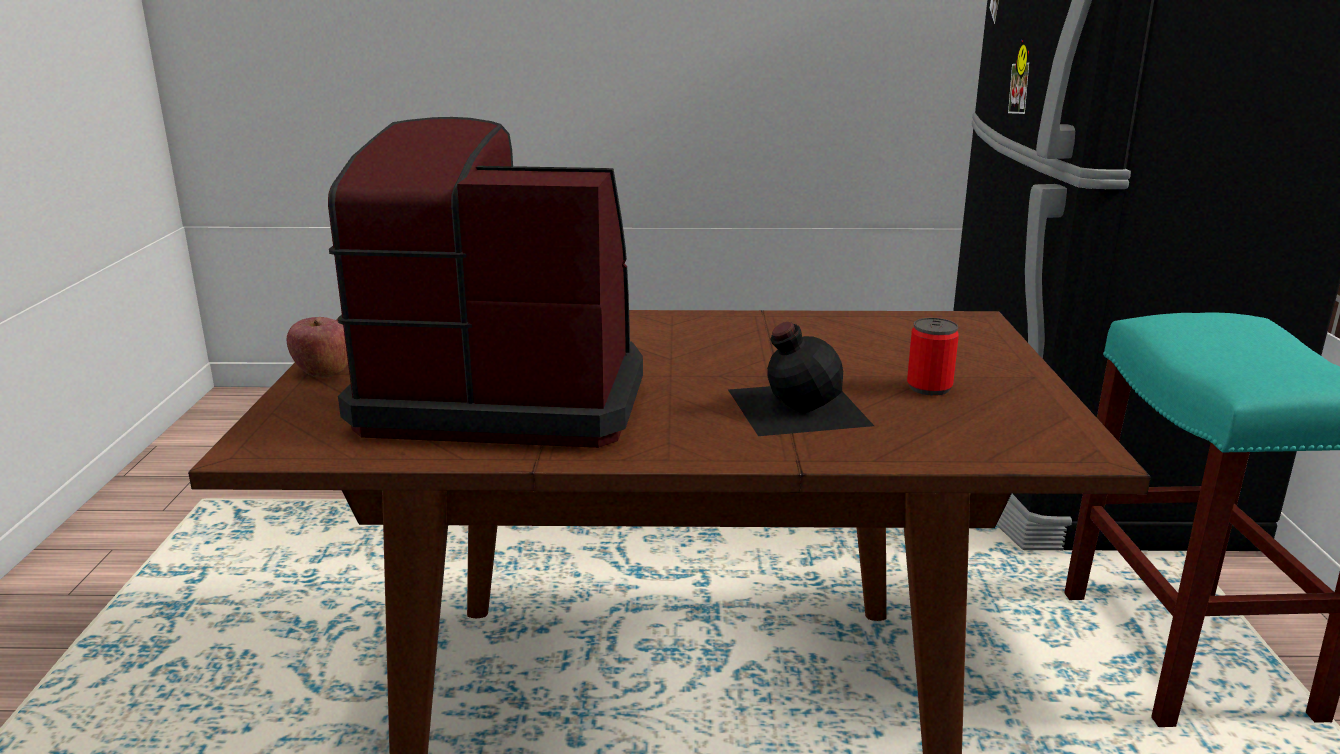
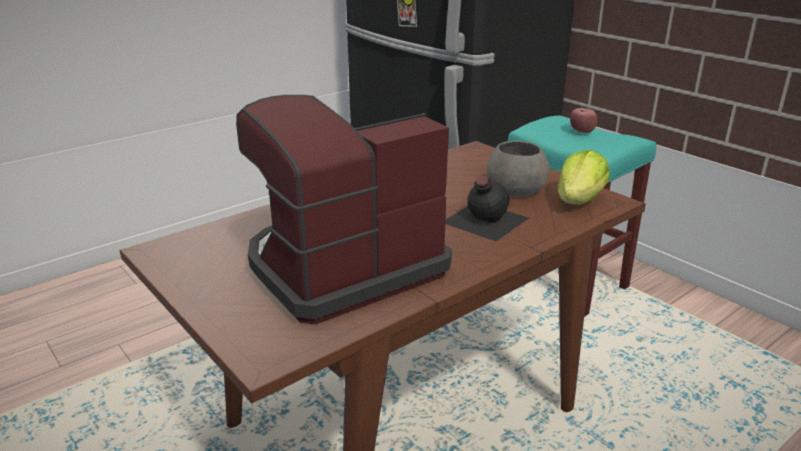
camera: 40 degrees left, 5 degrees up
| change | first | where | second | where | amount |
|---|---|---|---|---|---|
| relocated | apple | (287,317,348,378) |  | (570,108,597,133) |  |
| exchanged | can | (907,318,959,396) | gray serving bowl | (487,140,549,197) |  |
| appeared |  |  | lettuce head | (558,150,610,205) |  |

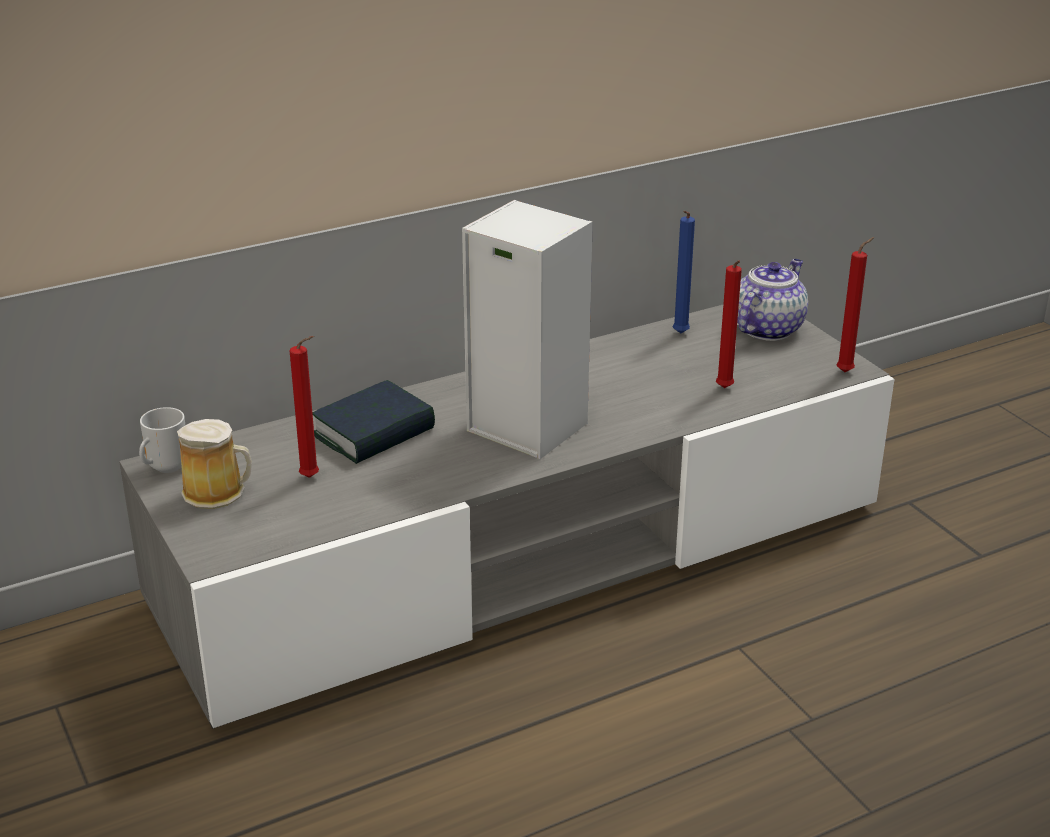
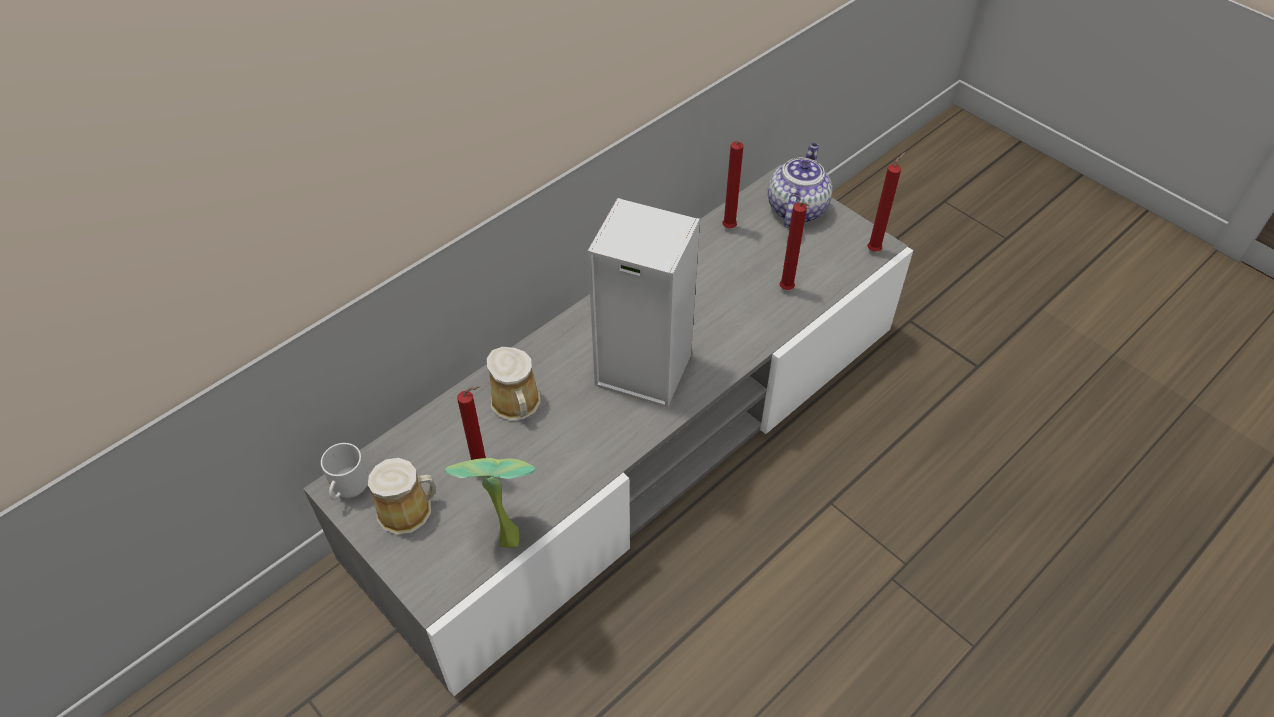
camera: 15 degrees left, 20 degrees up
| change | first | where | second | where | amount |
|---|---|---|---|---|---|
| colour | blue-coloured wax candle | (673,211,695,333) | red-coloured wax candle | (722,141,743,228) |  |
| exchanged | volume | (312,380,435,464) | mug | (487,347,541,420) |  |
| appeared |  |  | houseplant | (445,458,535,548) |  |

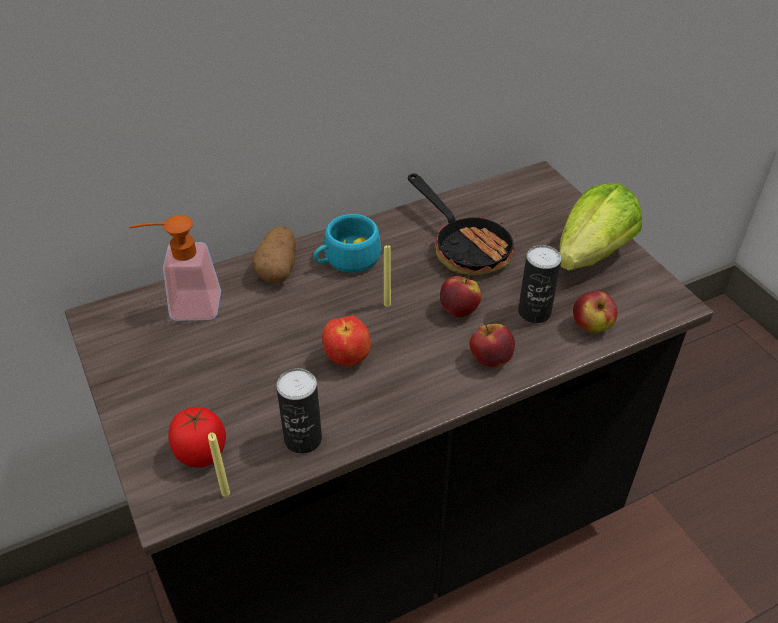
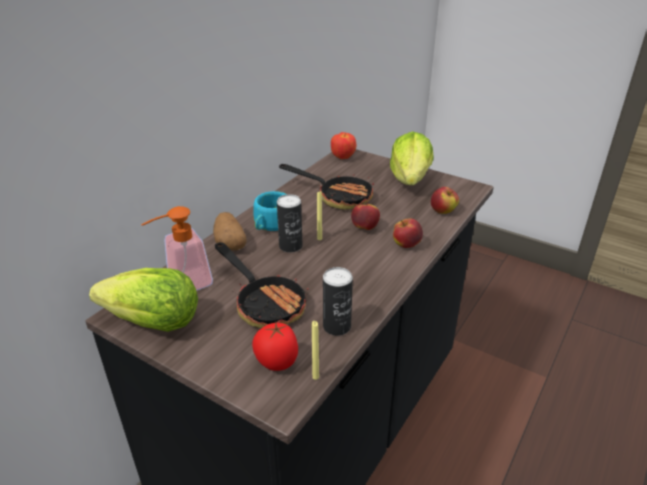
camera: 30 degrees left, 10 degrees down
| change | first | where | second | where | amount |
|---|---|---|---|---|---|
| relocated | can | (518,245,561,323) |  | (277,194,303,253) |  |
| relocated | apple | (322,315,371,366) |  | (331,132,357,159) |  |
| appeared |  |  | frying pan | (215,242,308,328) |  |
| appeared |  |  | lettuce head | (89,268,198,332) |  |

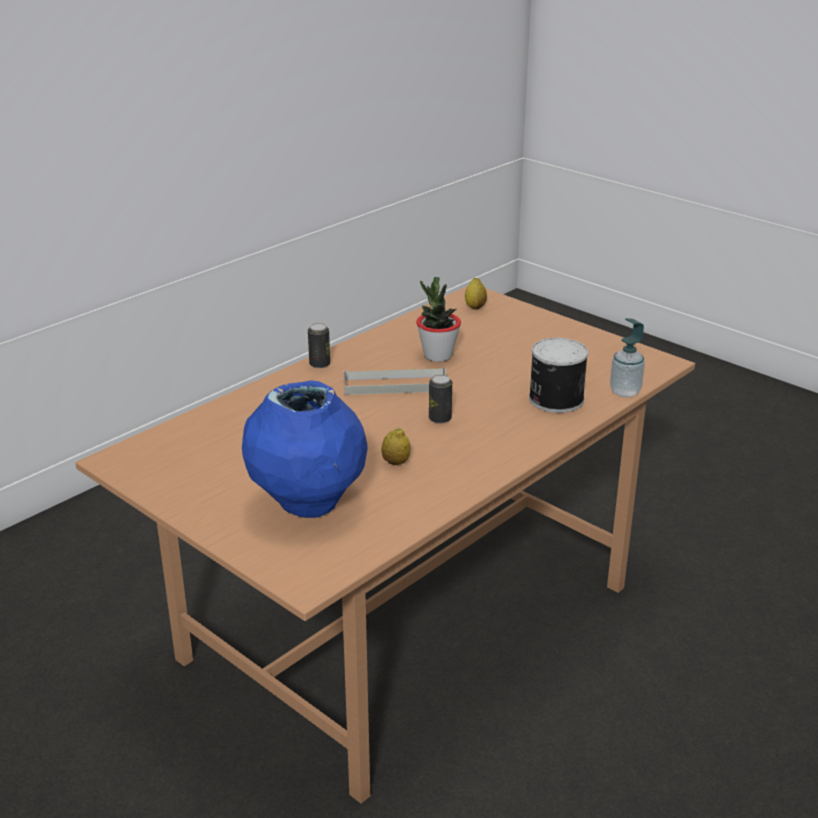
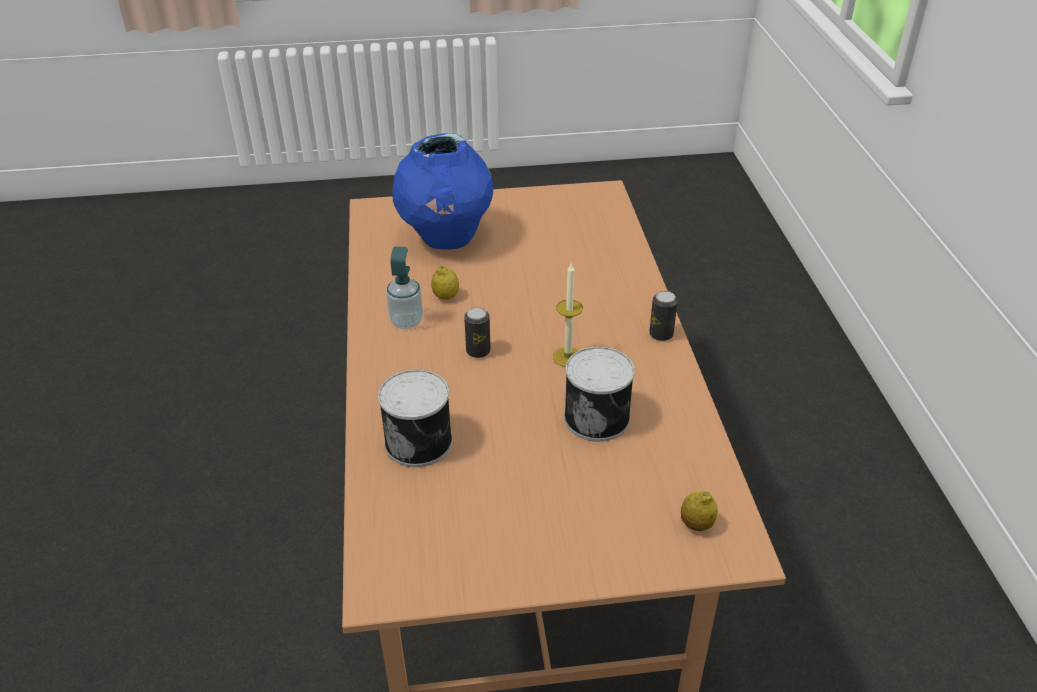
camera: 130 degrees right, 10 degrees up
| change | first | where | second | where | amount |
|---|---|---|---|---|---|
| exchanged | houseplant | (416,277,461,362) | can | (564,347,634,442) |  |
| relocated | liquid soap bottle | (610,318,645,397) |  | (386,246,423,329) |  |
| exchanged | gray tray | (343,367,446,395) | wax candle | (553,264,583,367) |  |

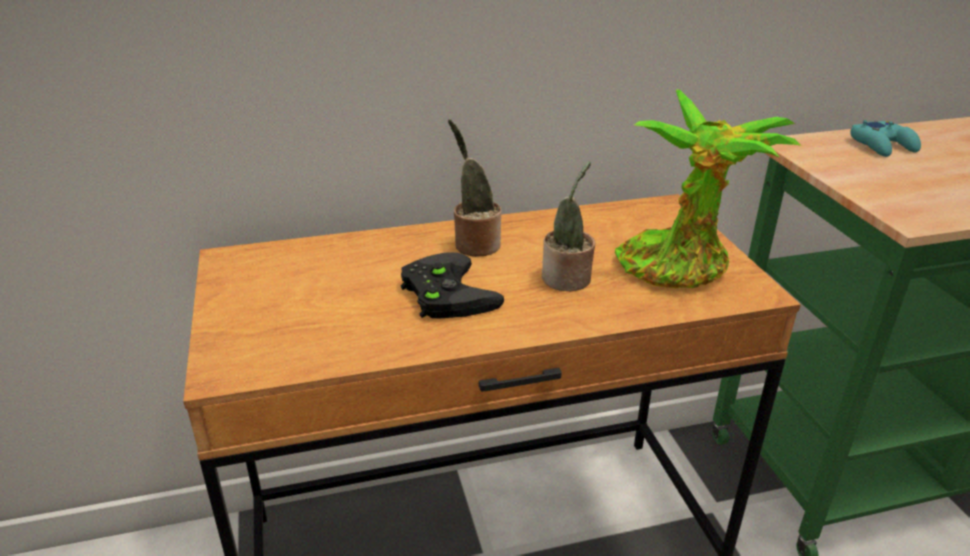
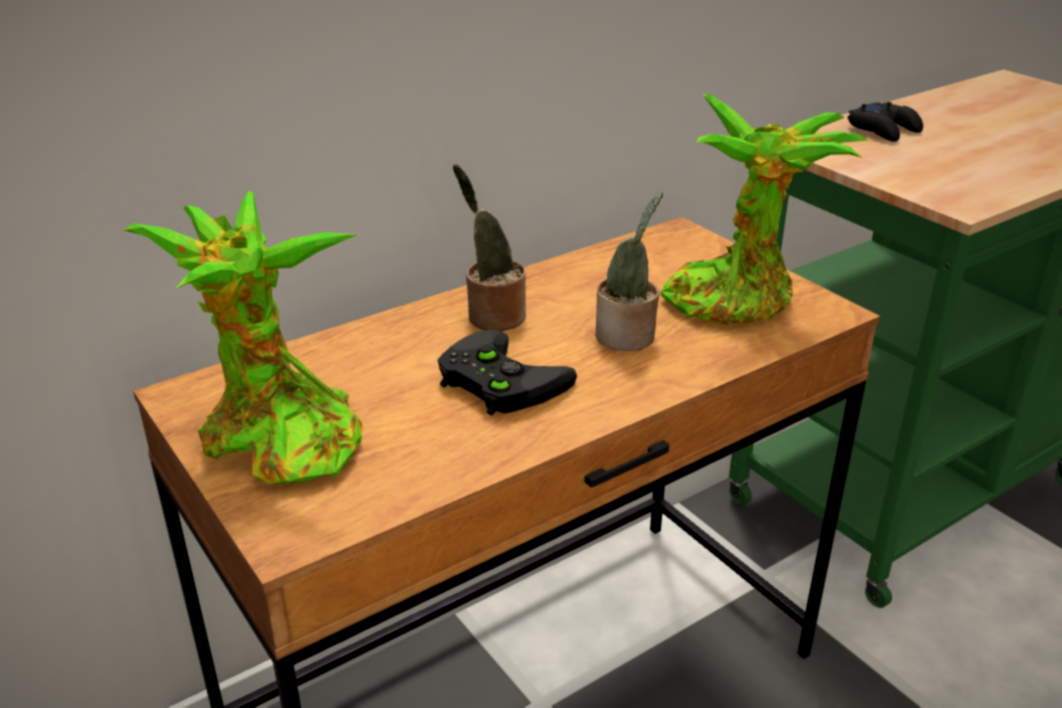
camera: 20 degrees left, 0 degrees up
| change | first | where | second | where | amount |
|---|---|---|---|---|---|
| colour | turquoise-coloured gamepad | (850,120,921,157) | blackish gamepad | (847,102,923,142) |  |
| appeared |  |  | houseplant | (123,191,363,484) |  |

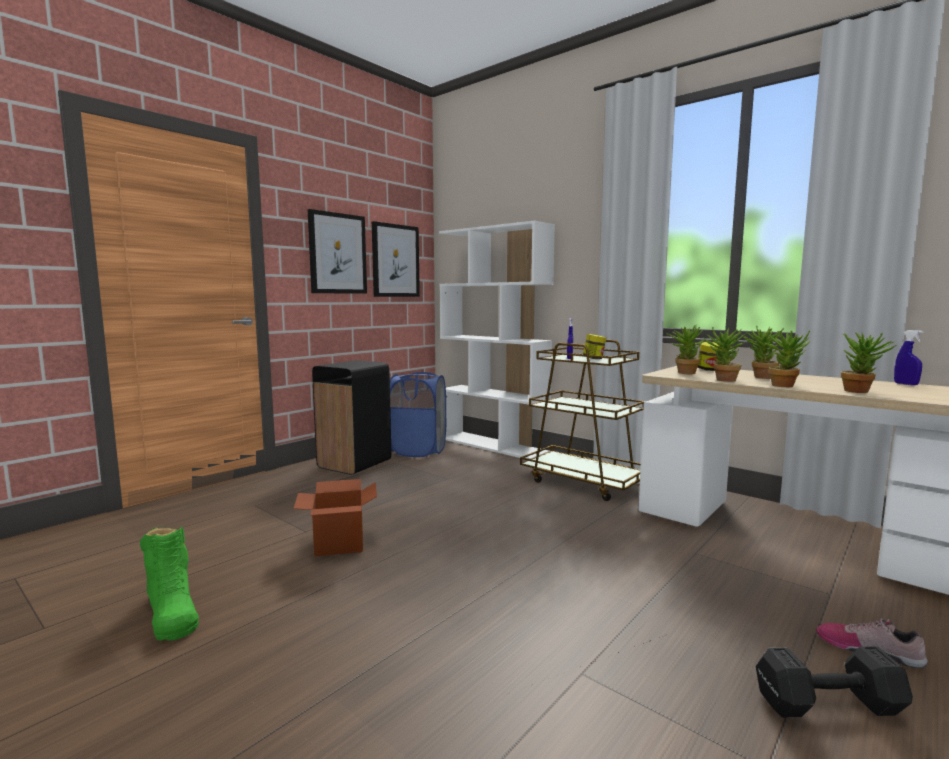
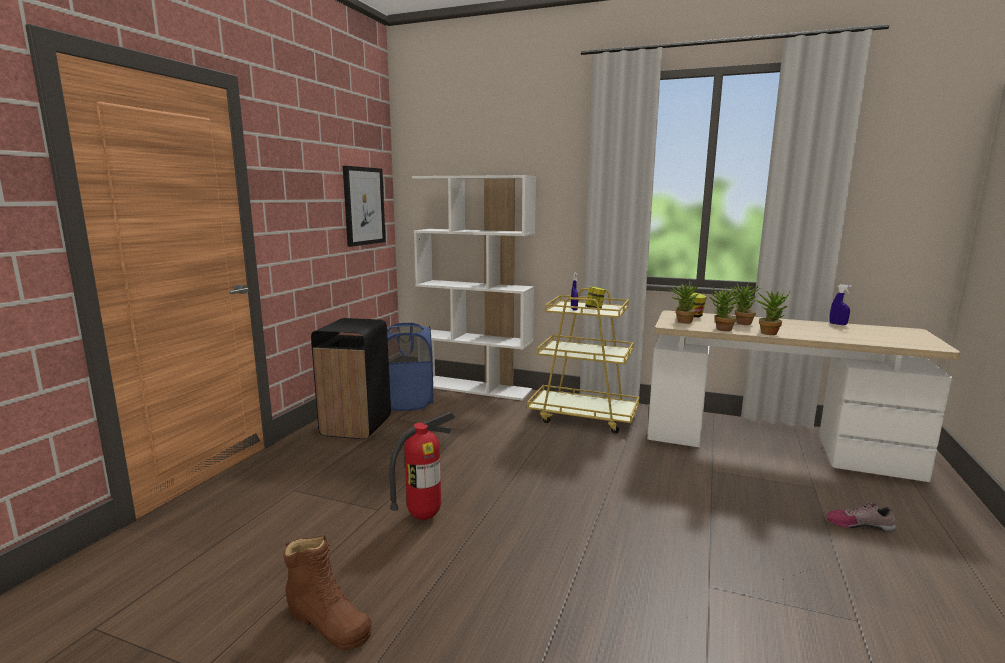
camera: 20 degrees left, 5 degrees up
| change | first | where | second | where | amount |
|---|---|---|---|---|---|
| missing | wall art | (308,209,367,294) |  |  |  |
| missing | houseplant | (841,333,897,393) |  |  |  |
| colour | brownish trolley | (520,340,644,501) | yellow trolley | (527,288,639,434) |  |
| exchanged | cardboard box | (294,479,377,556) | fire extinguisher | (389,412,455,520) |  |
| colour | greenish high-top boot | (140,527,199,641) | brownish high-top boot | (283,536,372,650) |  |
| missing | blackish hand weight | (756,646,913,718) |  |  |  |

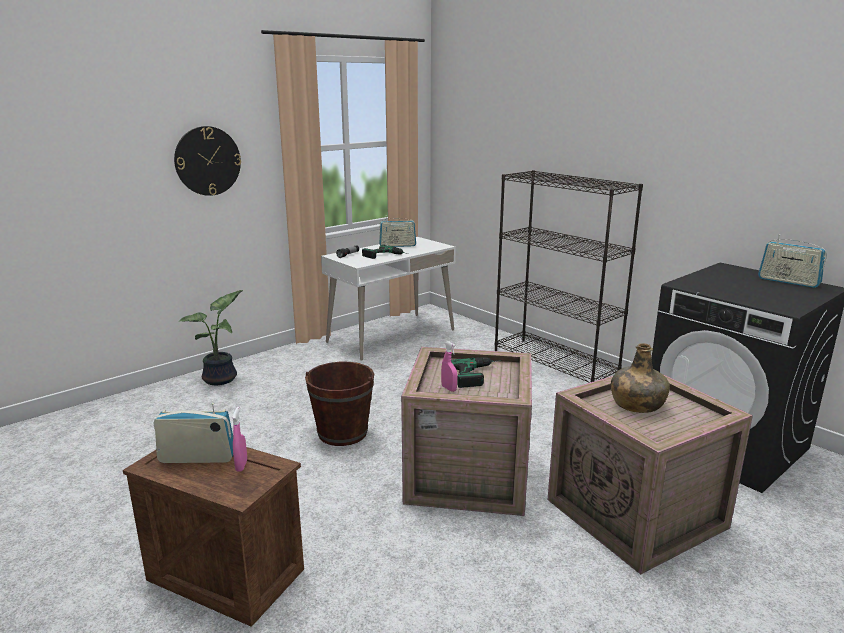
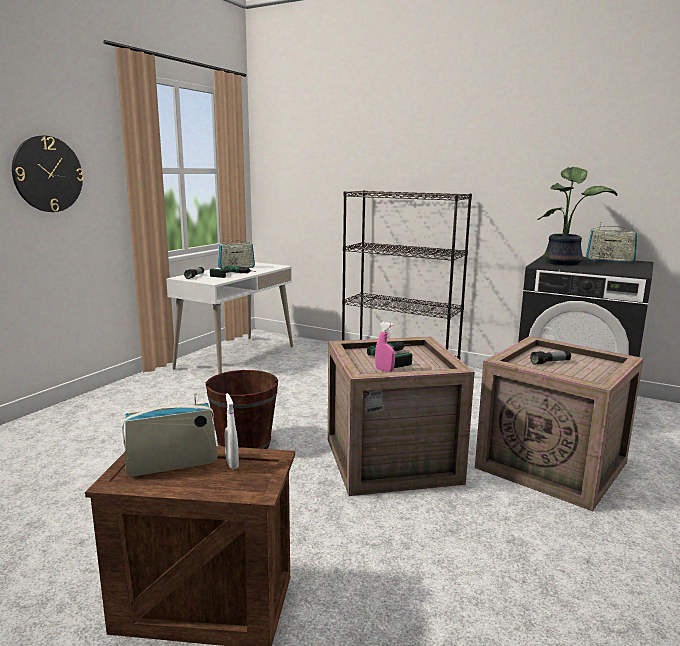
camera: 20 degrees left, 5 degrees down
| change | first | where | second | where | amount |
|---|---|---|---|---|---|
| relocated | houseplant | (179,290,243,385) |  | (537,167,617,265) |  |
| exchanged | greenish bottle | (611,343,670,413) | hand torch | (530,351,571,365) |  |
| colour | pink hand sprayer | (232,407,247,472) | white hand sprayer | (225,393,239,470) |  |

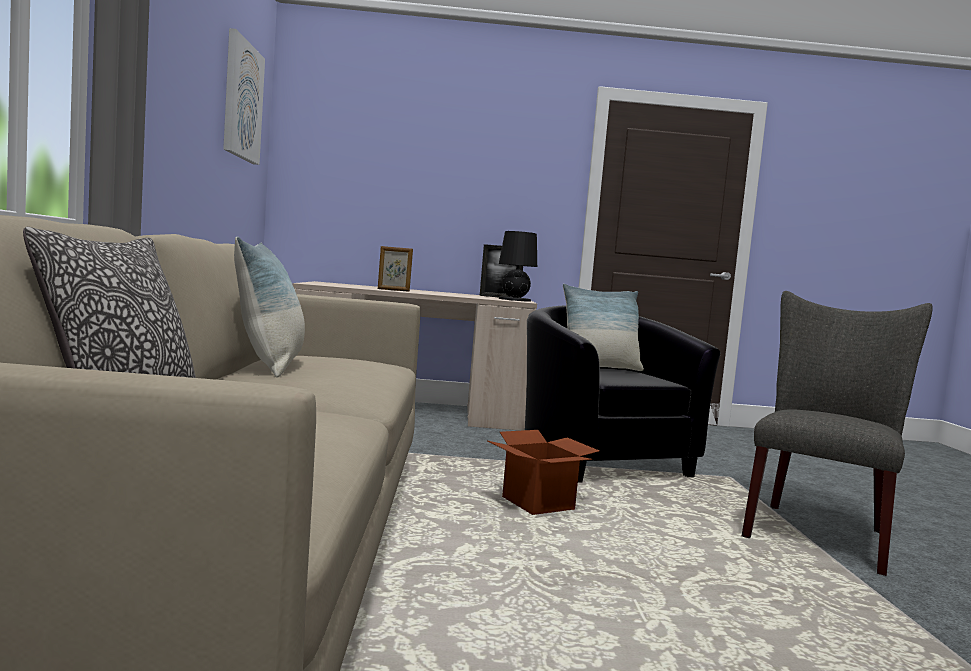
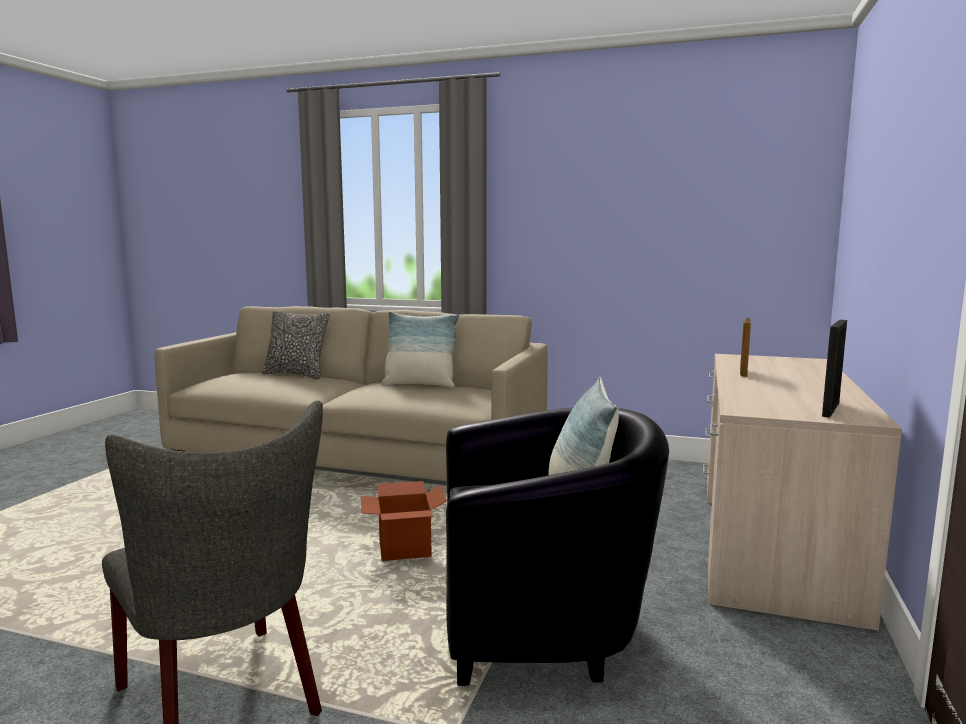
camera: 110 degrees right, 5 degrees up
| change | first | where | second | where | amount |
|---|---|---|---|---|---|
| missing | wall art | (223,28,265,165) |  |  |  |
| missing | blackish tabletop lamp | (498,231,537,302) |  |  |  |

